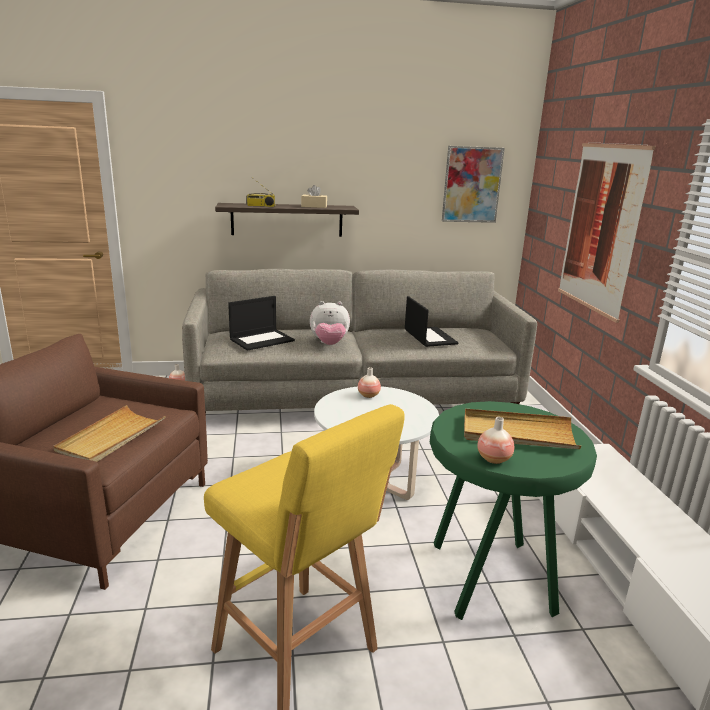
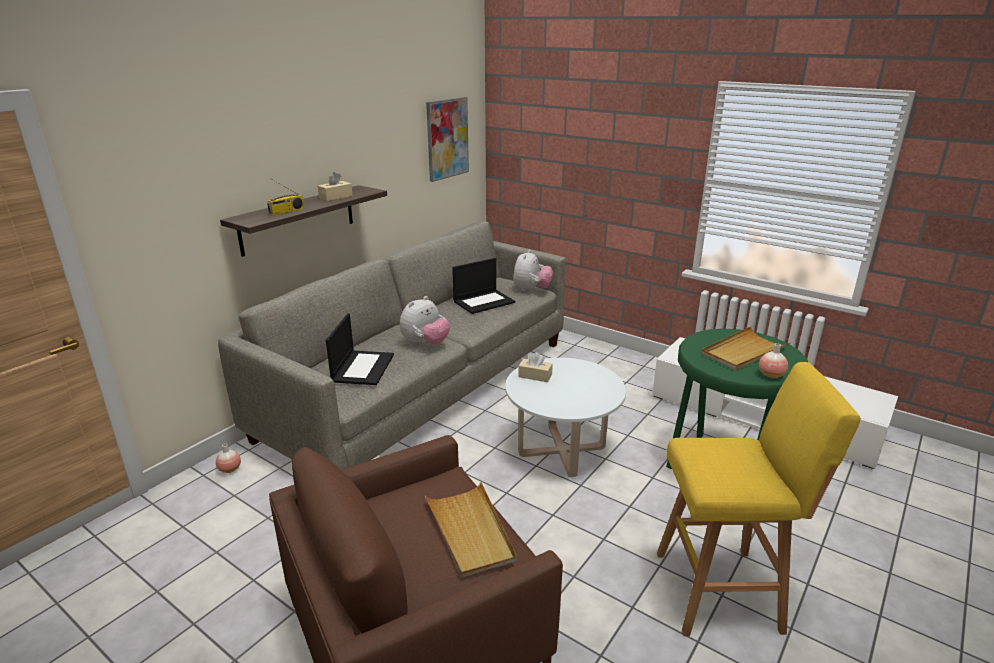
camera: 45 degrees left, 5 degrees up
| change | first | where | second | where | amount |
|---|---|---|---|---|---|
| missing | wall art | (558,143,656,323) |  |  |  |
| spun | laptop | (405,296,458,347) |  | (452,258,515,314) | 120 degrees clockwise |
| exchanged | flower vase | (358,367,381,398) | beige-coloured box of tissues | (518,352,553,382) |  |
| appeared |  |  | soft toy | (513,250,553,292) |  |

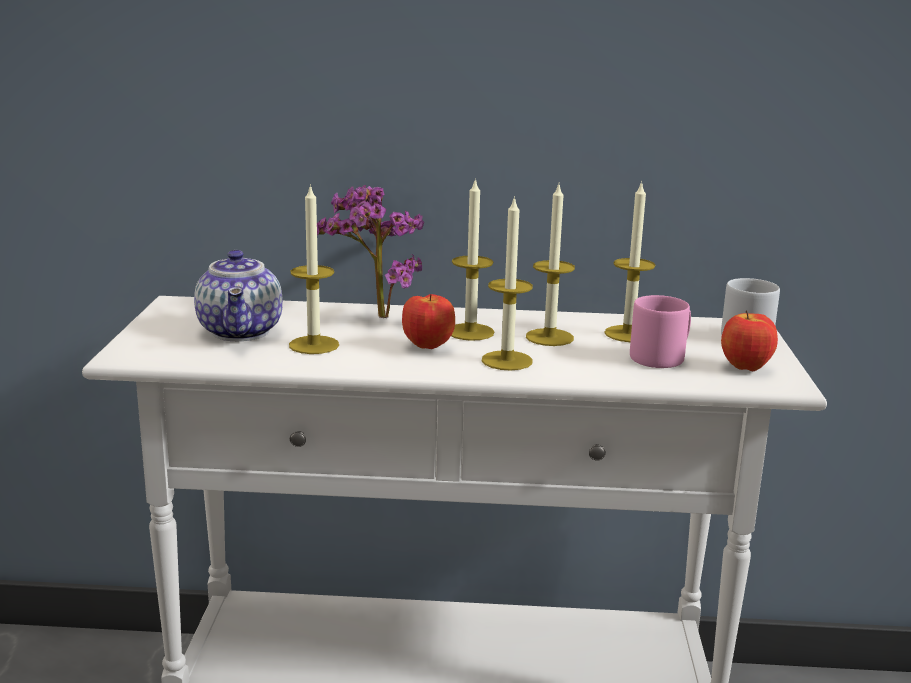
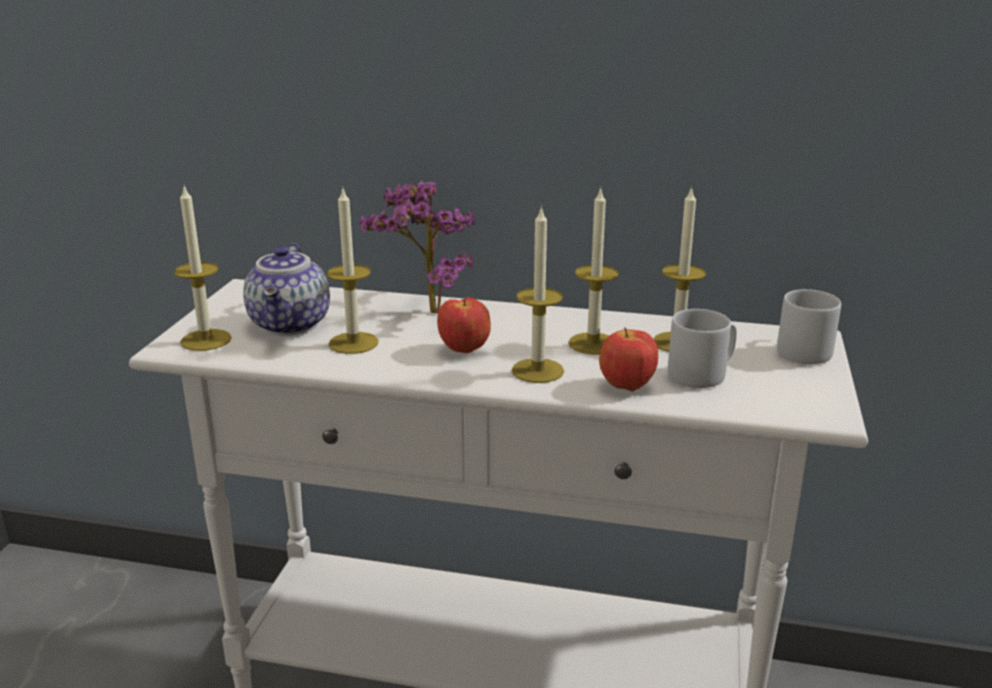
camera: 10 degrees right, 5 degrees up
| change | first | where | second | where | amount |
|---|---|---|---|---|---|
| relocated | wax candle | (451,178,494,341) |  | (173,186,232,351) |  |
| colour | pink mug | (630,295,691,368) | gray mug | (668,309,737,388) |  |
| relocated | apple | (721,310,778,371) |  | (599,327,658,391) |  |

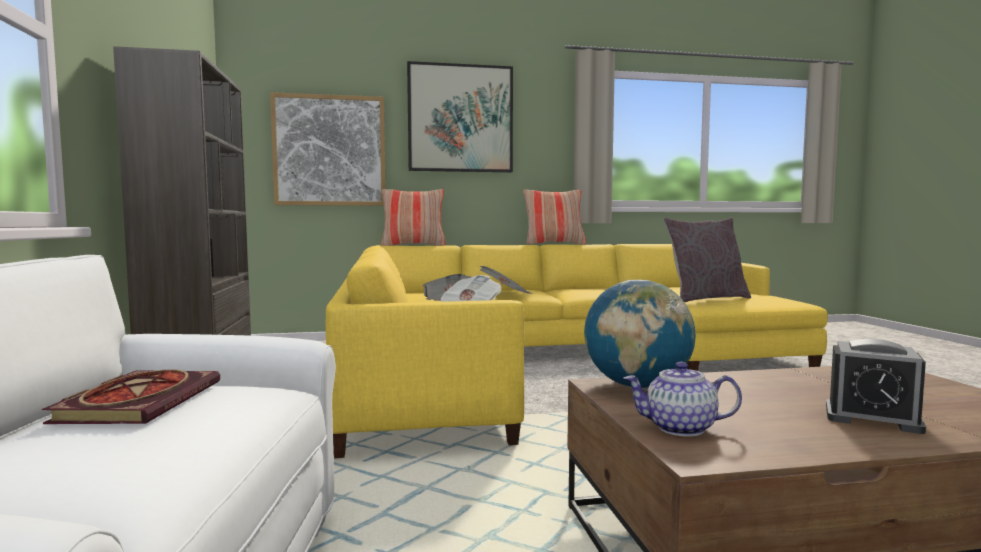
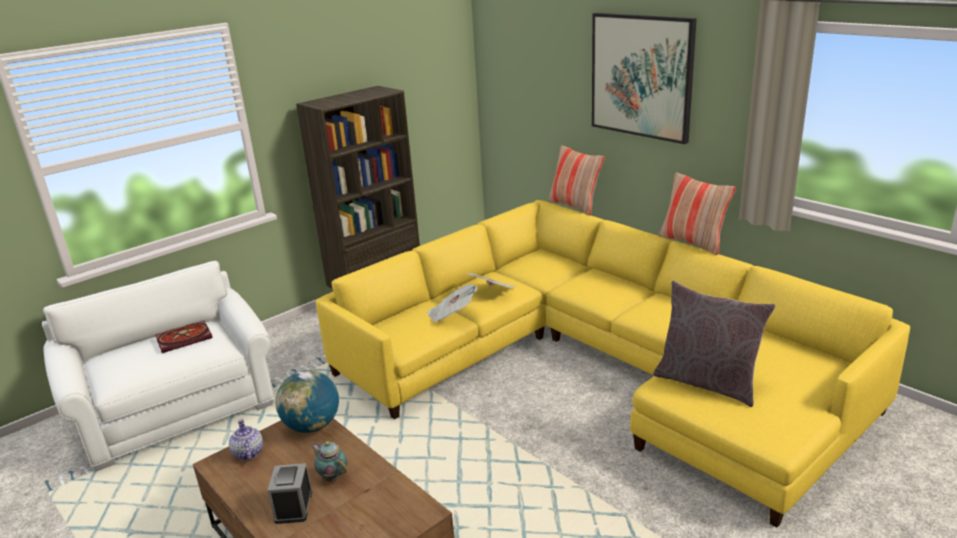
camera: 60 degrees right, 20 degrees up
| change | first | where | second | where | amount |
|---|---|---|---|---|---|
| missing | wall art | (270,92,386,206) |  |  |  |
| missing | daily paper | (480,266,532,294) |  |  |  |
| appeared |  |  | tea pot | (311,441,347,482) |  |

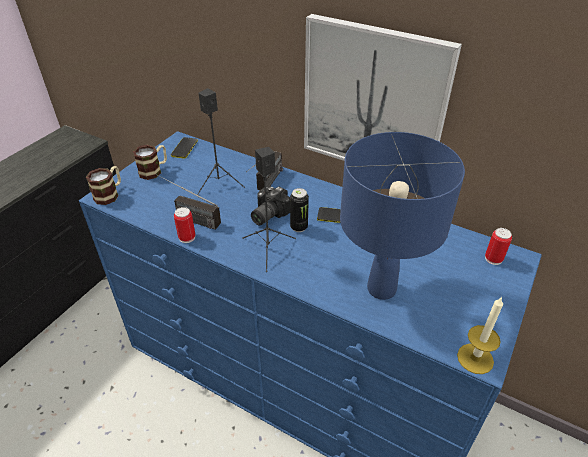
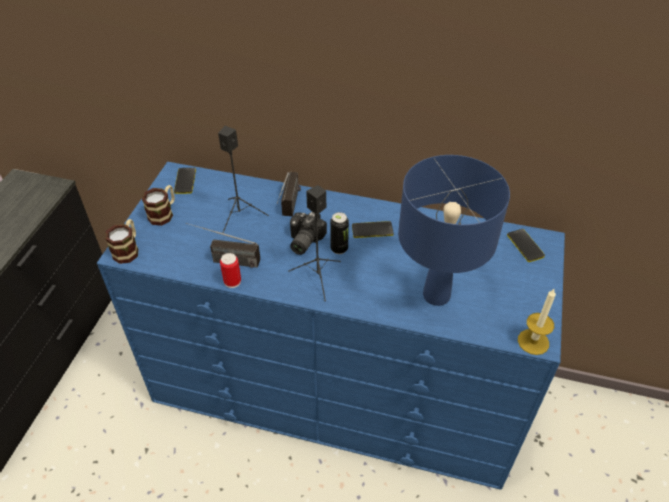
camera: 15 degrees left, 5 degrees up
| change | first | where | second | where | amount |
|---|---|---|---|---|---|
| missing | wall art | (304,14,462,161) |  |  |  |
| exchanged | can | (485,228,512,265) | phone | (507,229,545,262) |  |

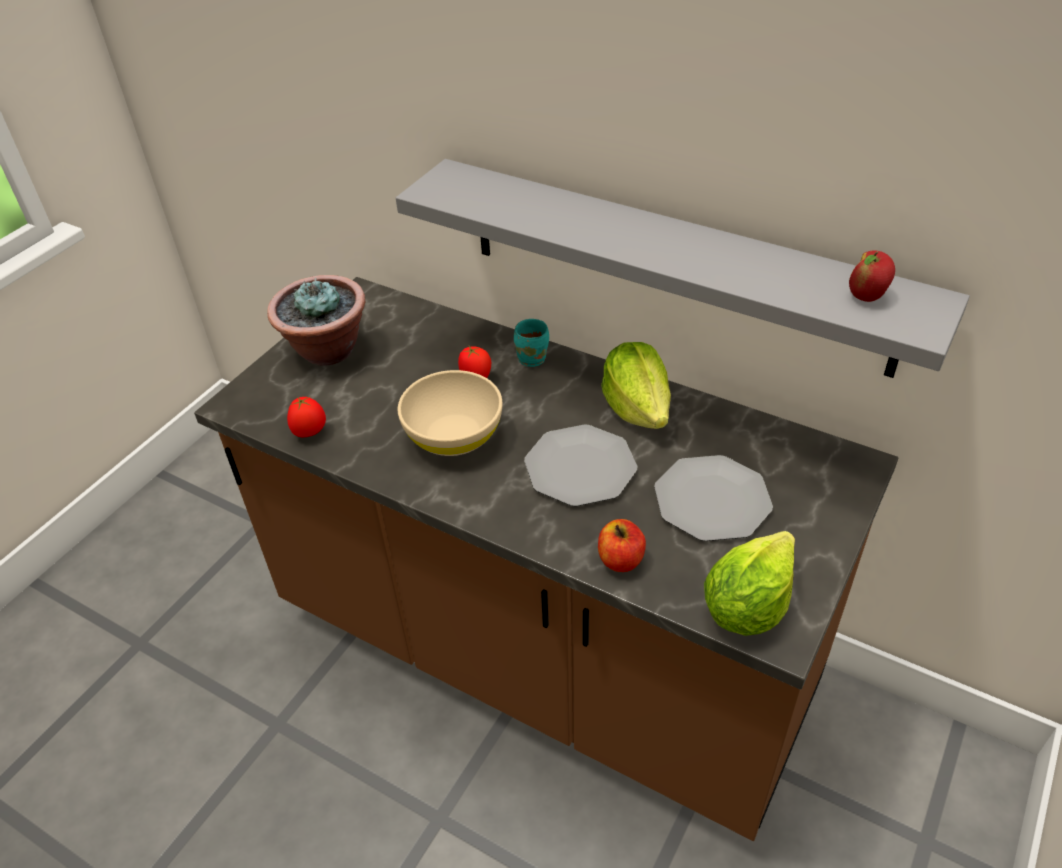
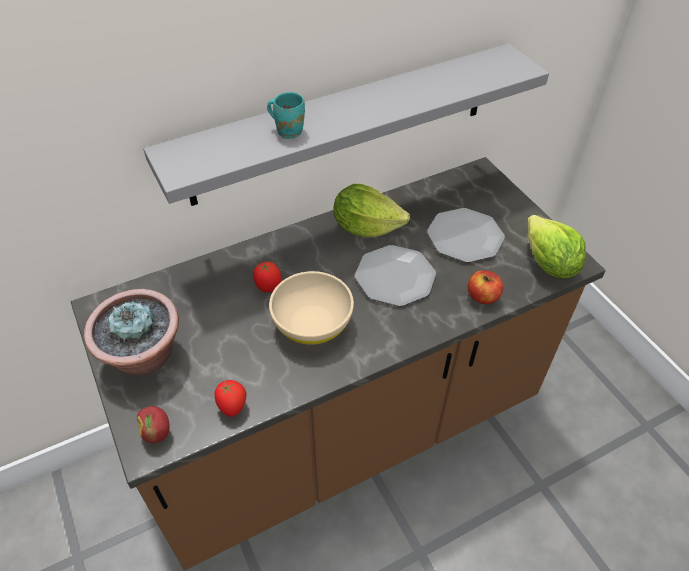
camera: 60 degrees left, 5 degrees up
| change | first | where | second | where | amount |
|---|---|---|---|---|---|
| relocated | apple | (849,250,895,302) |  | (137,406,170,443) |  |
| relocated | turquoise-coloured mug | (514,319,549,367) |  | (267,92,305,139) |  |

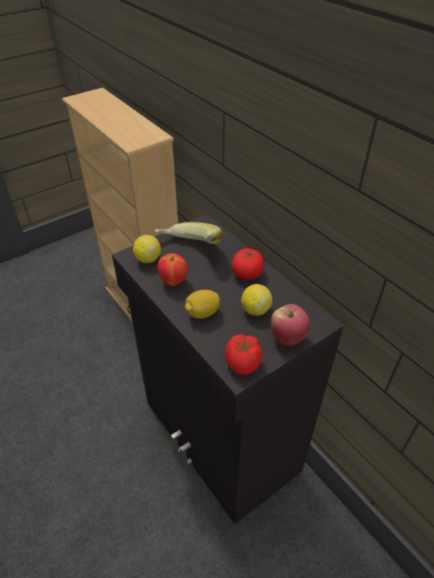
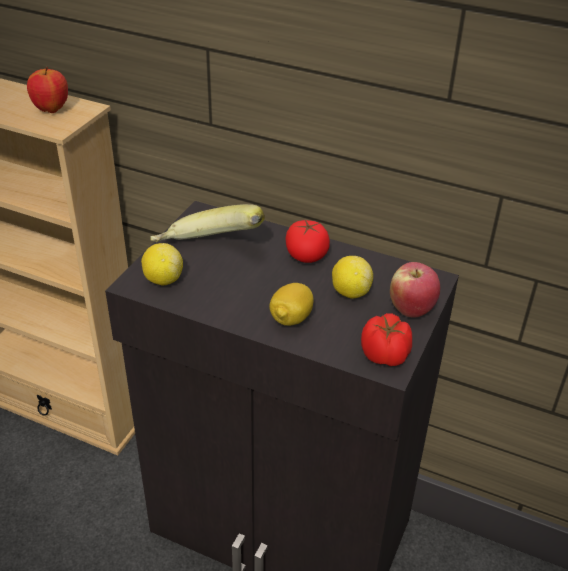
camera: 30 degrees left, 5 degrees down
| change | first | where | second | where | amount |
|---|---|---|---|---|---|
| relocated | apple | (157,253,188,286) |  | (27,67,68,113) |  |

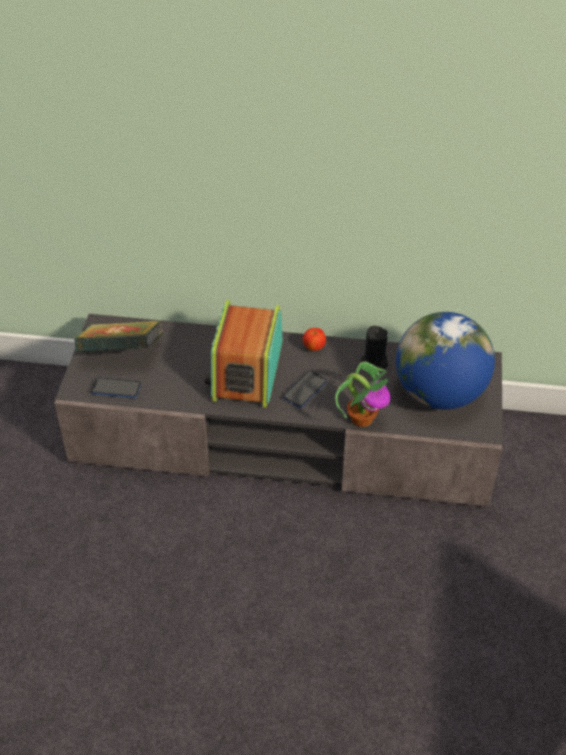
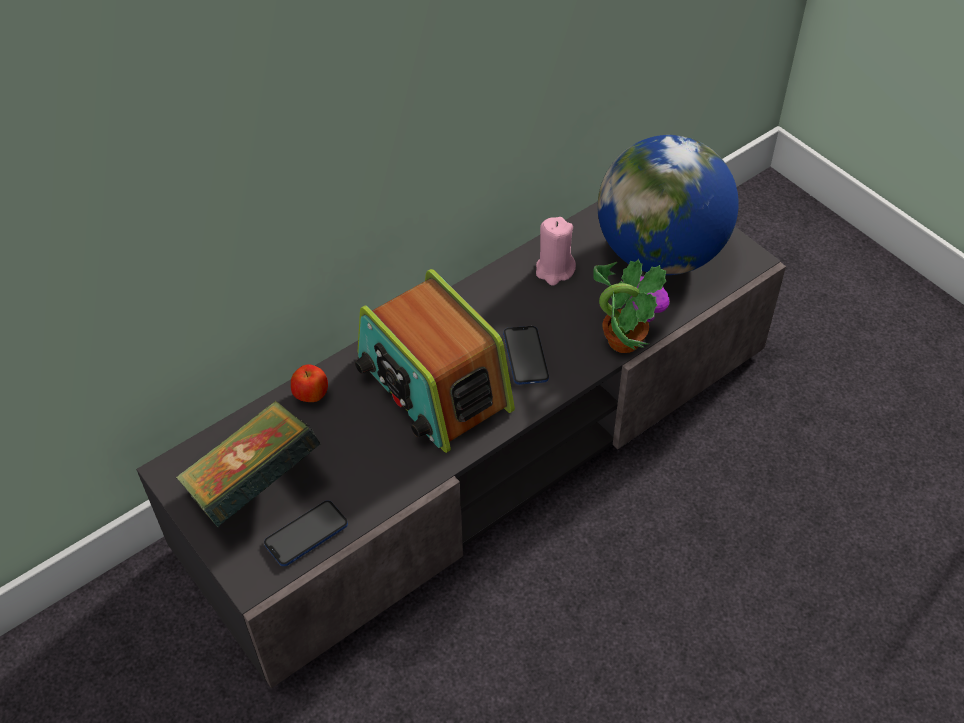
camera: 45 degrees left, 5 degrees up
| change | first | where | second | where | amount |
|---|---|---|---|---|---|
| colour | blackish wax candle | (361,326,388,369) | pink wax candle | (536,217,576,286) |  |
| relocated | apple | (303,328,326,351) |  | (291,364,328,402) |  |

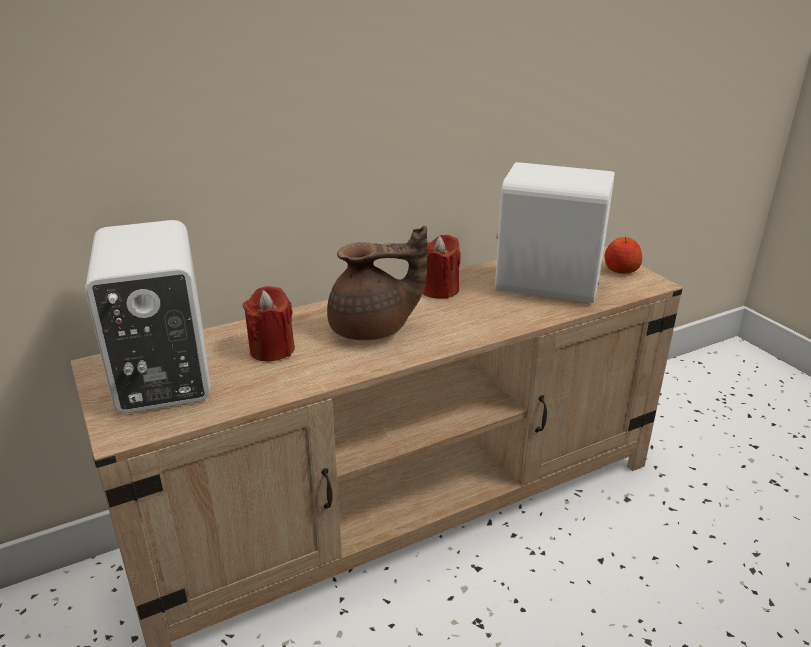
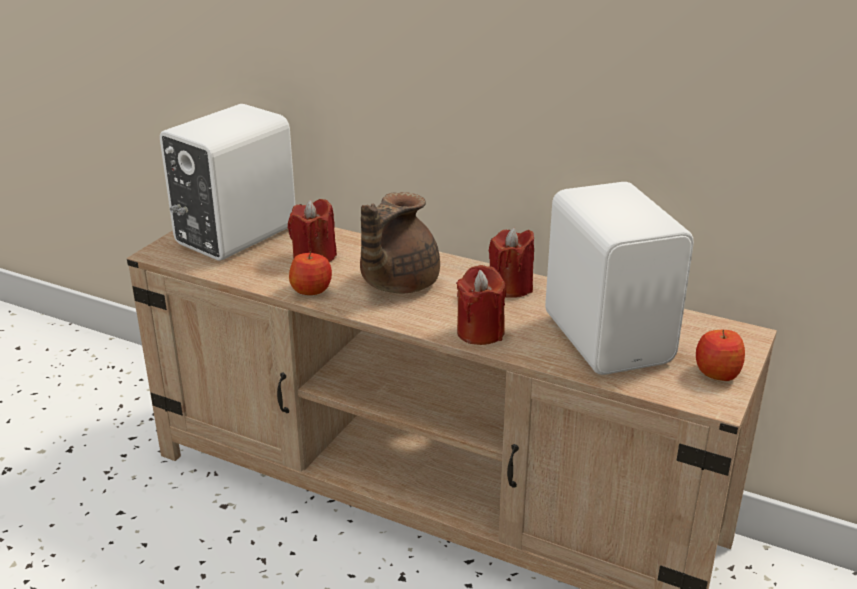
camera: 55 degrees right, 0 degrees up
| change | first | where | second | where | amount |
|---|---|---|---|---|---|
| spun | brownish tea pot | (327,226,427,340) |  | (360,192,440,293) | 75 degrees clockwise |
| appeared |  |  | apple | (289,251,332,295) |  |
| appeared |  |  | red-coloured wax candle | (456,265,506,345) |  |

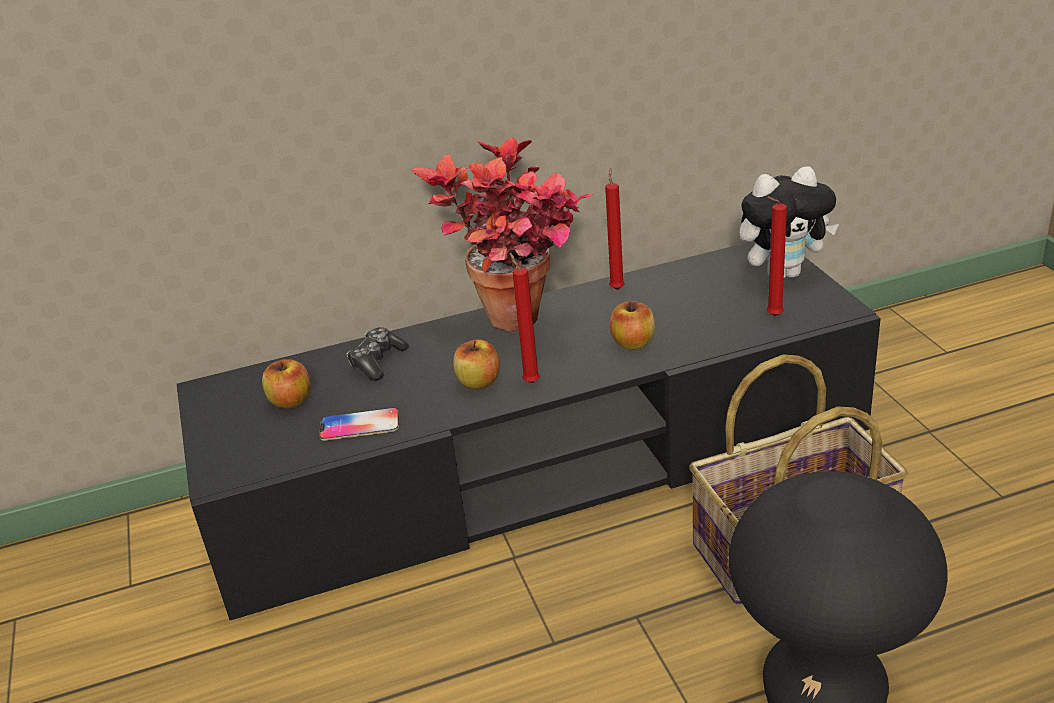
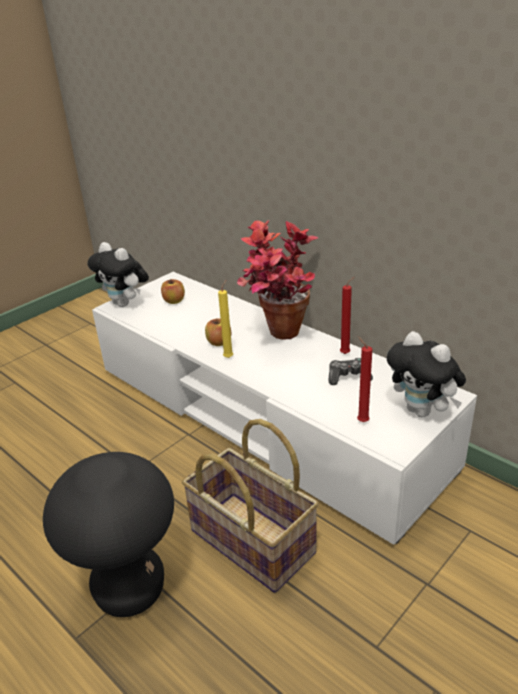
camera: 60 degrees right, 0 degrees up
| change | first | where | second | where | amount |
|---|---|---|---|---|---|
| colour | blackish tv stand | (177,241,881,620) | white tv stand | (92,272,477,545) |  |
| colour | red-coloured wax candle | (509,252,540,383) | yellow wax candle | (218,280,233,358) |  |
| missing | apple | (610,301,655,349) |  |  |  |
| relocated | gamepad | (346,327,409,381) |  | (328,358,373,385) |  |
| missing | phone | (319,408,399,441) |  |  |  |
| appeared |  |  | soft toy | (87,242,149,307) |  |

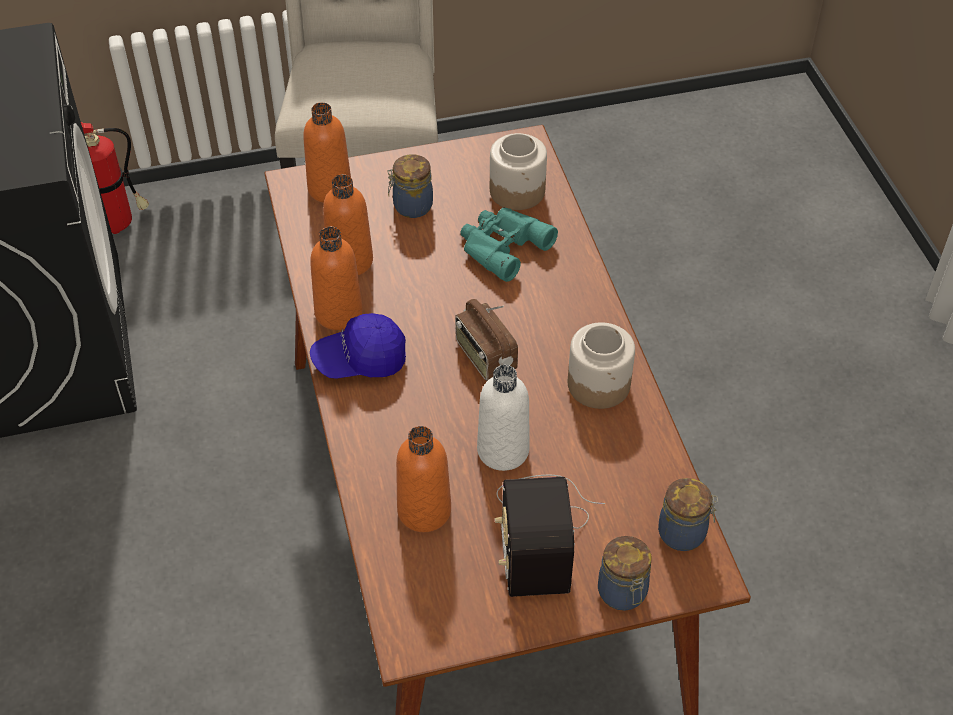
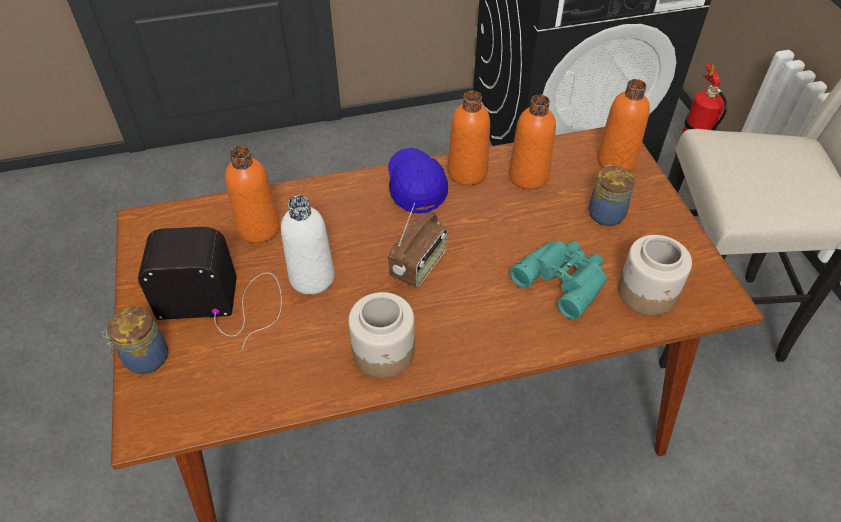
camera: 90 degrees right, 0 degrees up
| change | first | where | second | where | amount |
|---|---|---|---|---|---|
| spun | radio set | (455,299,518,381) |  | (388,203,447,288) | 150 degrees clockwise |
| missing | preserve jar | (658,478,718,551) |  |  |  |

